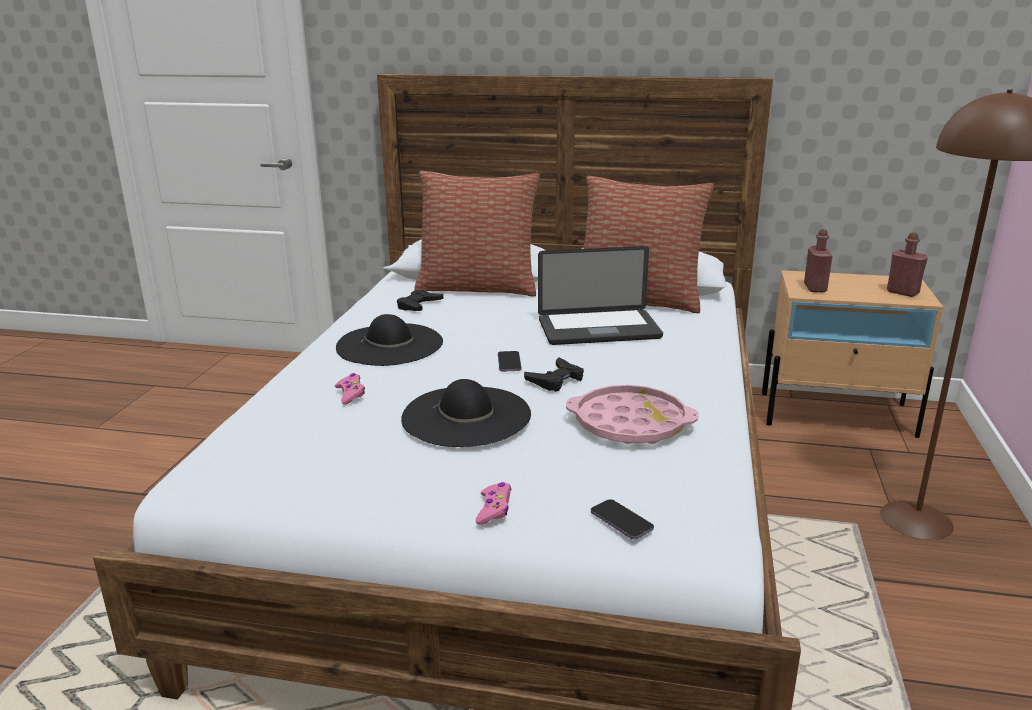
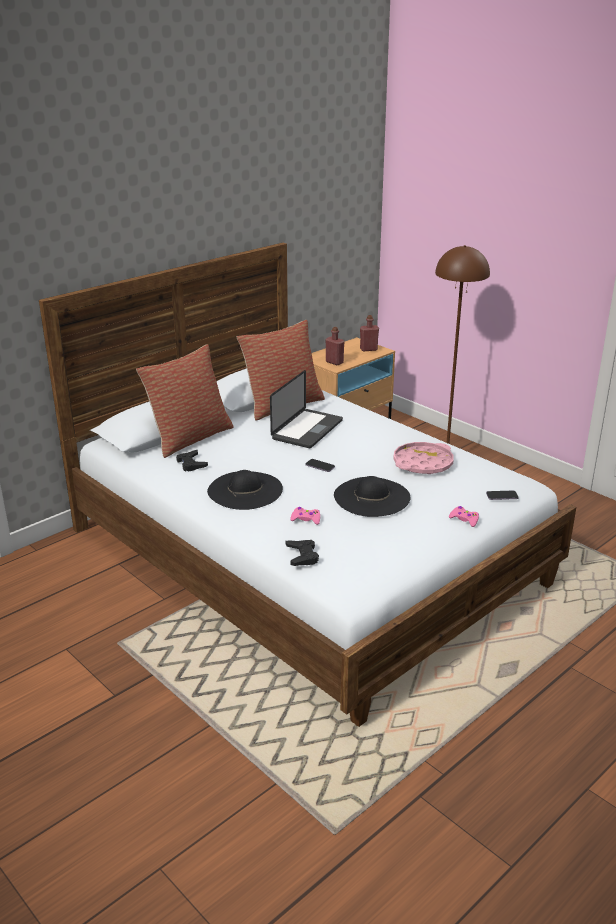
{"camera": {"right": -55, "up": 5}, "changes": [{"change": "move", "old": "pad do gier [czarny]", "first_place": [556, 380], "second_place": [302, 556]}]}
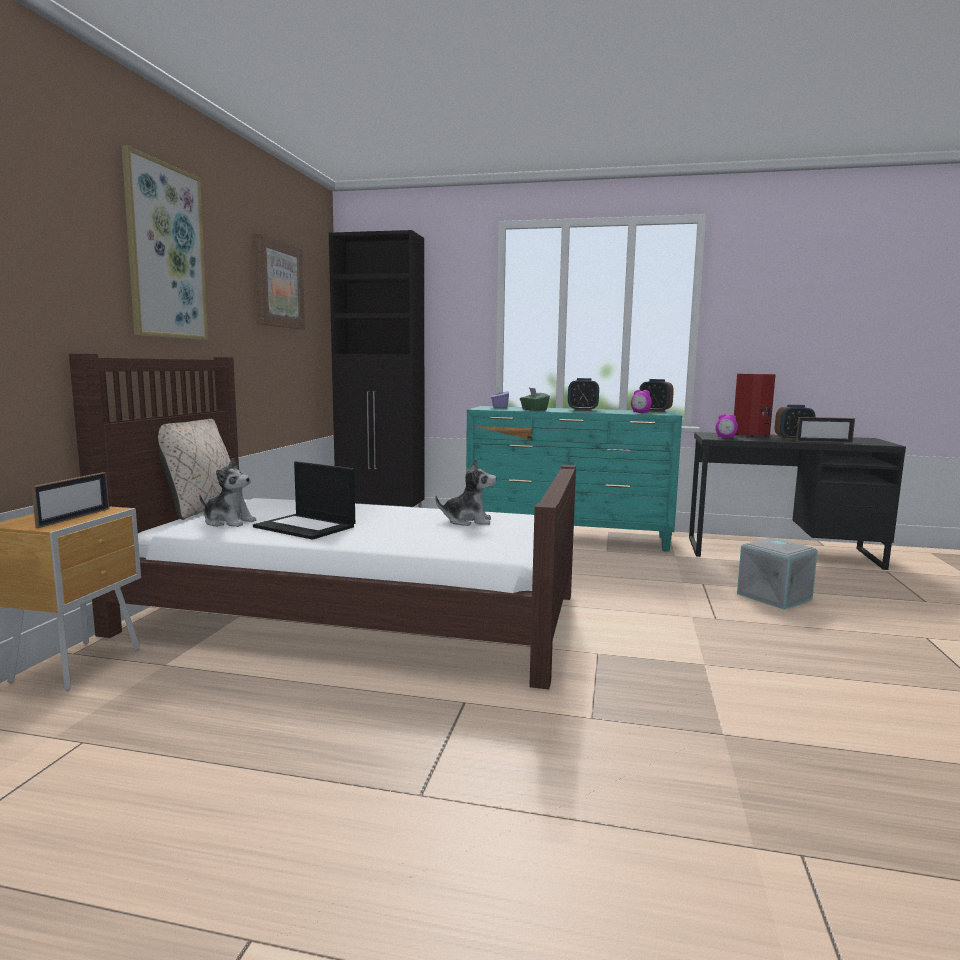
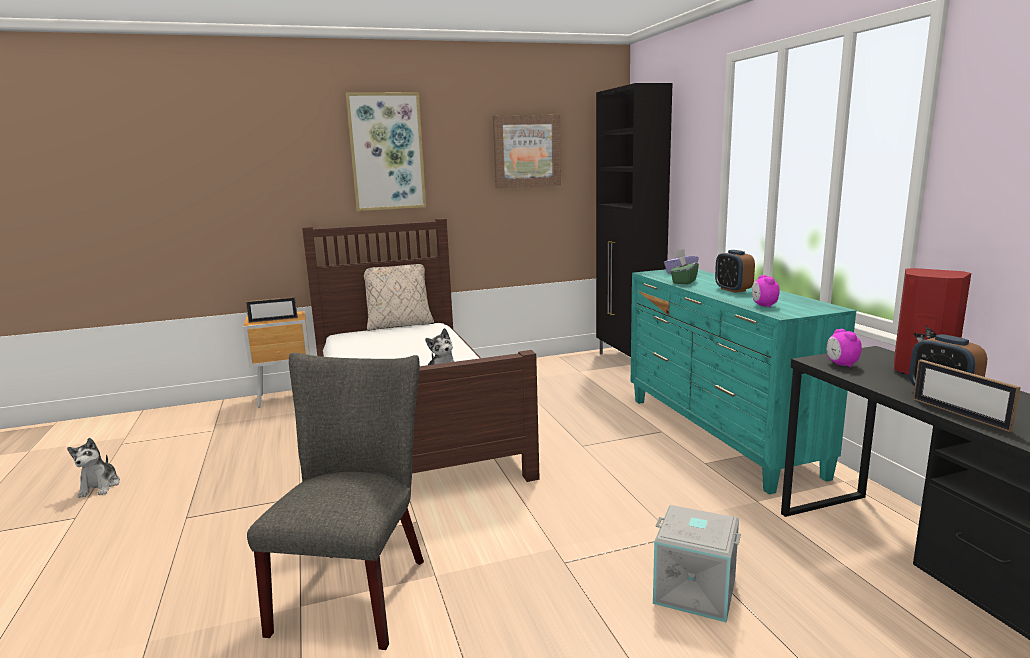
{"camera": {"right": 60, "up": 5}, "changes": [{"change": "delete", "old": "laptop", "first_place": [306, 527]}, {"change": "delete", "old": "budzik", "first_place": [654, 411]}, {"change": "insert", "new": "krzesło [szary]", "second_place": [356, 588]}, {"change": "move", "old": "pluszak", "first_place": [228, 522], "second_place": [100, 487]}]}
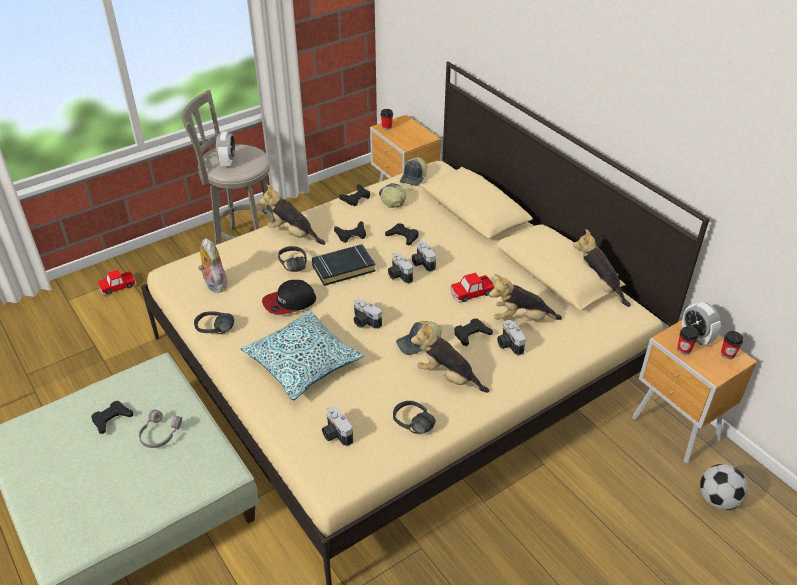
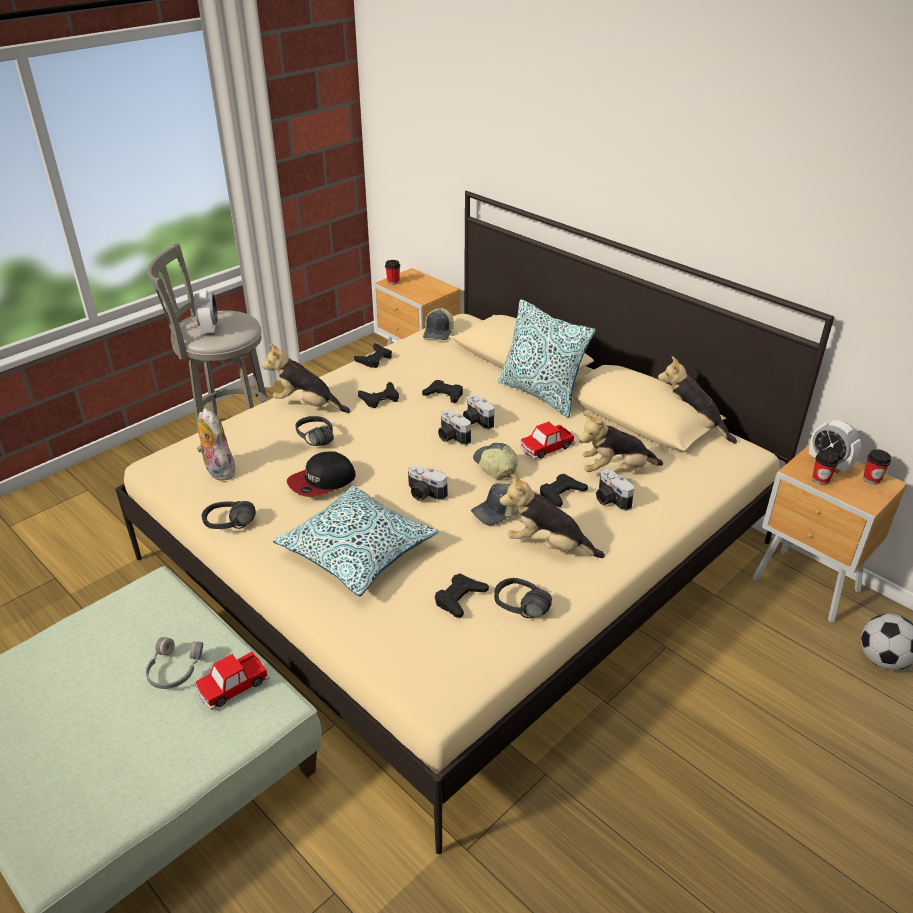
{"camera": {"right": -10, "up": -5}, "changes": [{"change": "delete", "old": "książka [czarny]", "first_place": [343, 268]}, {"change": "delete", "old": "aparat fotograficzny", "first_place": [335, 434]}, {"change": "insert", "new": "poduszka", "second_place": [541, 394]}, {"change": "move", "old": "pad do gier [czarny]", "first_place": [112, 419], "second_place": [459, 598]}, {"change": "move", "old": "samochodzik", "first_place": [117, 286], "second_place": [233, 686]}, {"change": "move", "old": "czapka z daszkiem", "first_place": [391, 199], "second_place": [494, 466]}]}
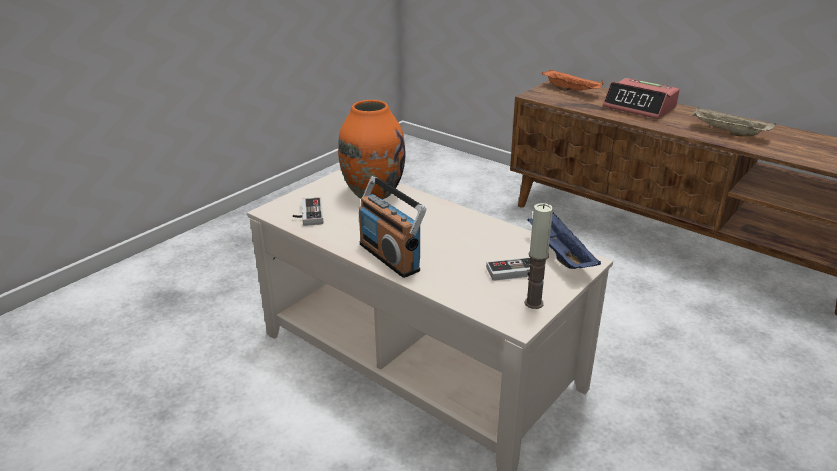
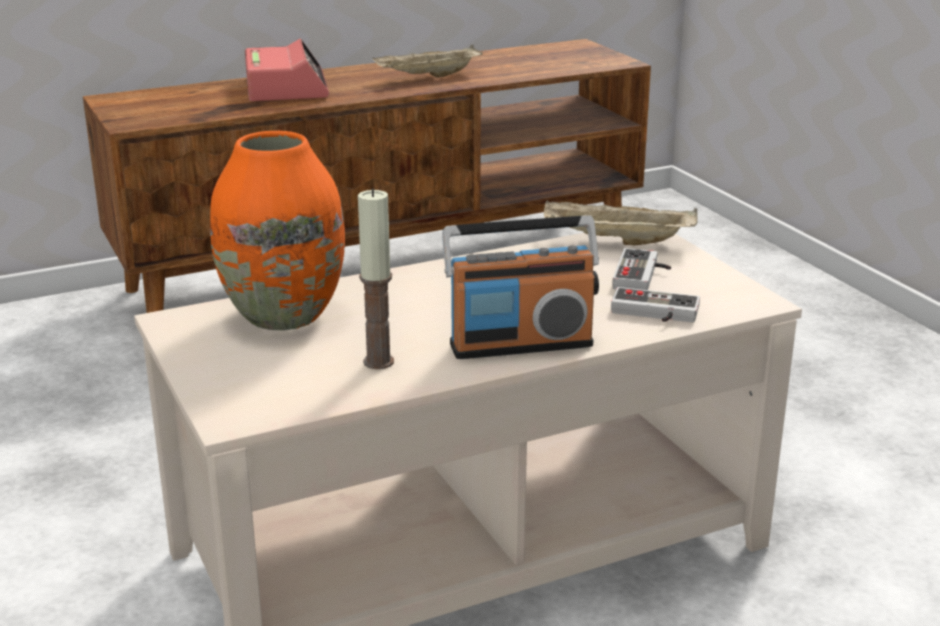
{"camera": {"right": -65, "up": -5}, "changes": [{"change": "delete", "old": "taca [pomarańczowy]", "first_place": [571, 91]}, {"change": "move", "old": "pad do gier", "first_place": [307, 214], "second_place": [653, 314]}, {"change": "move", "old": "świeca", "first_place": [533, 303], "second_place": [378, 362]}, {"change": "recolor", "old": "taca [niebieski]", "new": "taca [beżowy]", "first_place": [559, 255], "second_place": [615, 241]}, {"change": "rotate", "old": "budzik", "first_place": [640, 107], "second_place": [286, 88], "degrees": -75}]}
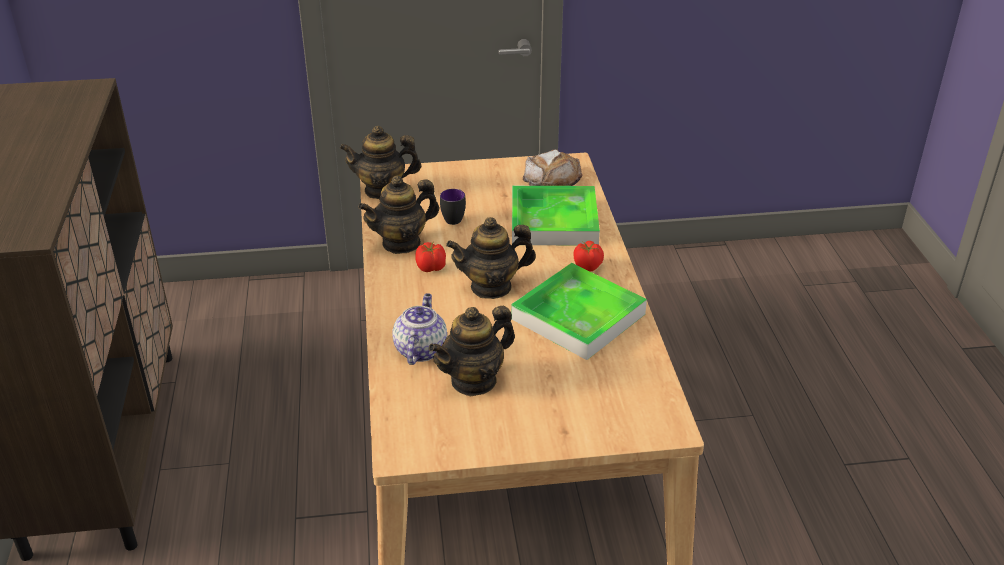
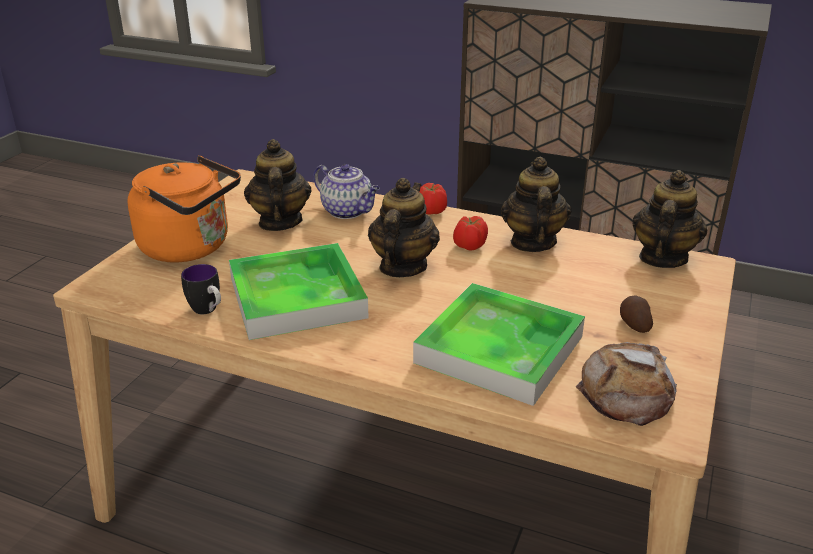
{"camera": {"right": 120, "up": -5}, "changes": [{"change": "insert", "new": "czajnik [pomarańczowy]", "second_place": [190, 248]}, {"change": "insert", "new": "ziemniak", "second_place": [634, 324]}, {"change": "move", "old": "kubek", "first_place": [455, 218], "second_place": [208, 311]}, {"change": "move", "old": "pomidor", "first_place": [588, 266], "second_place": [430, 211]}]}
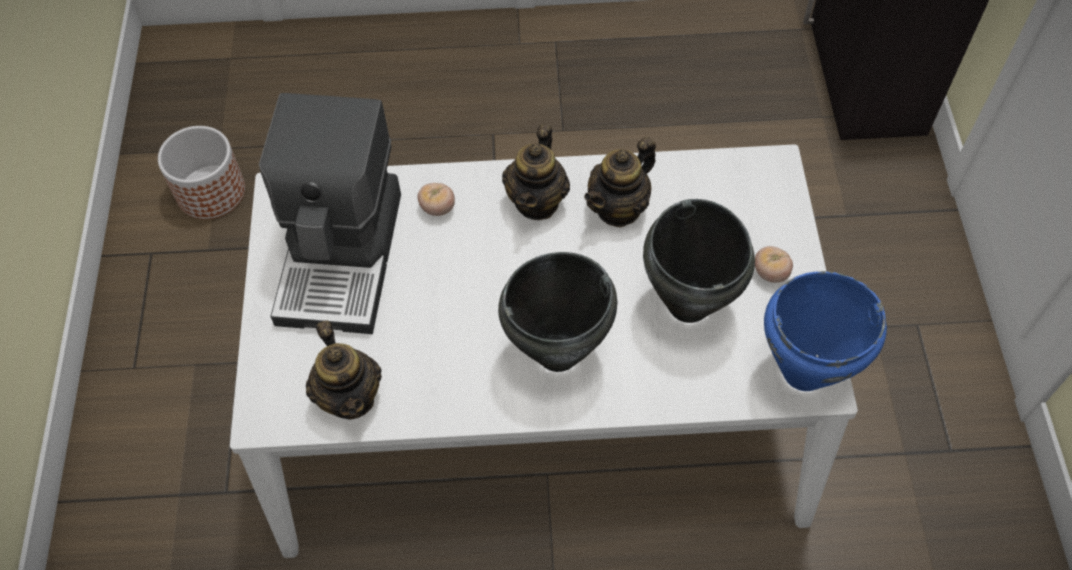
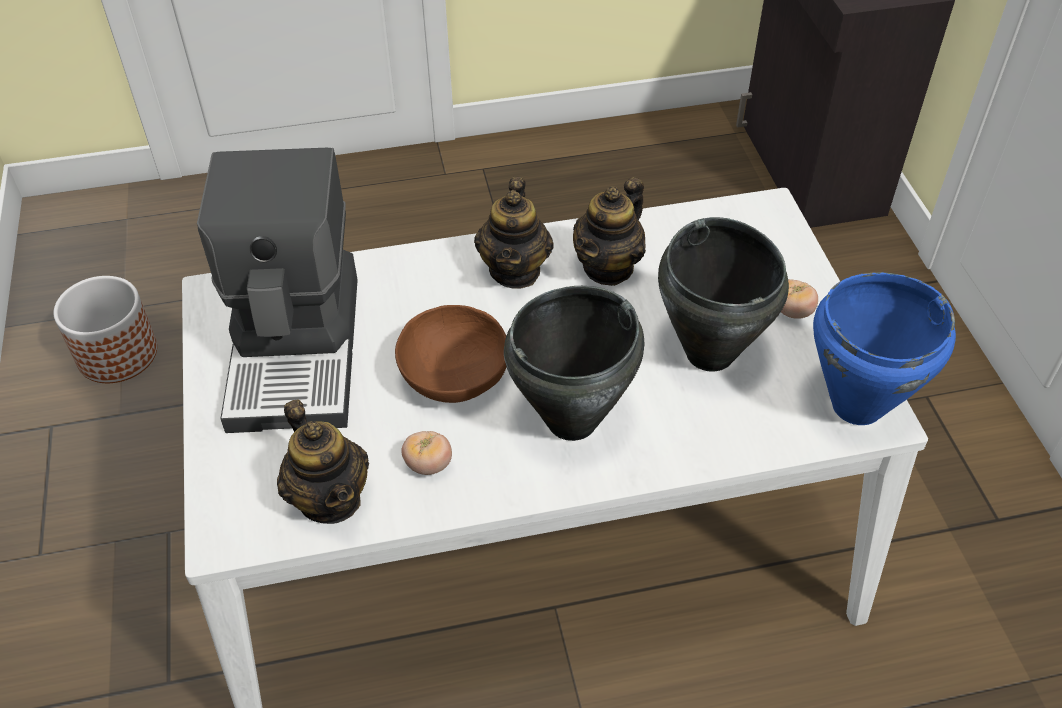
{"camera": {"right": -10, "up": -10}, "changes": [{"change": "insert", "new": "miska [brązowy]", "second_place": [453, 376]}, {"change": "move", "old": "pomidor", "first_place": [437, 208], "second_place": [428, 464]}]}
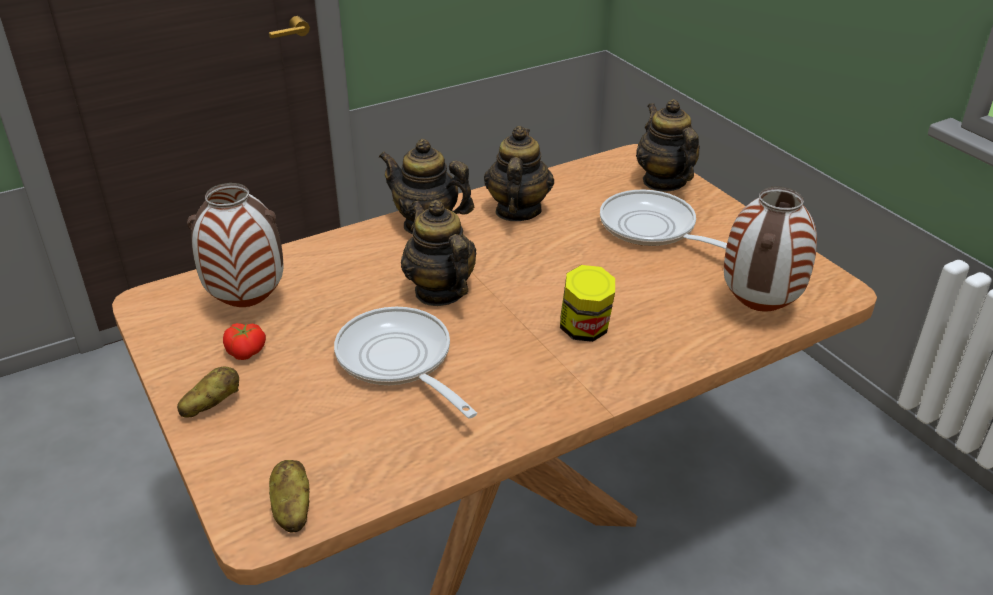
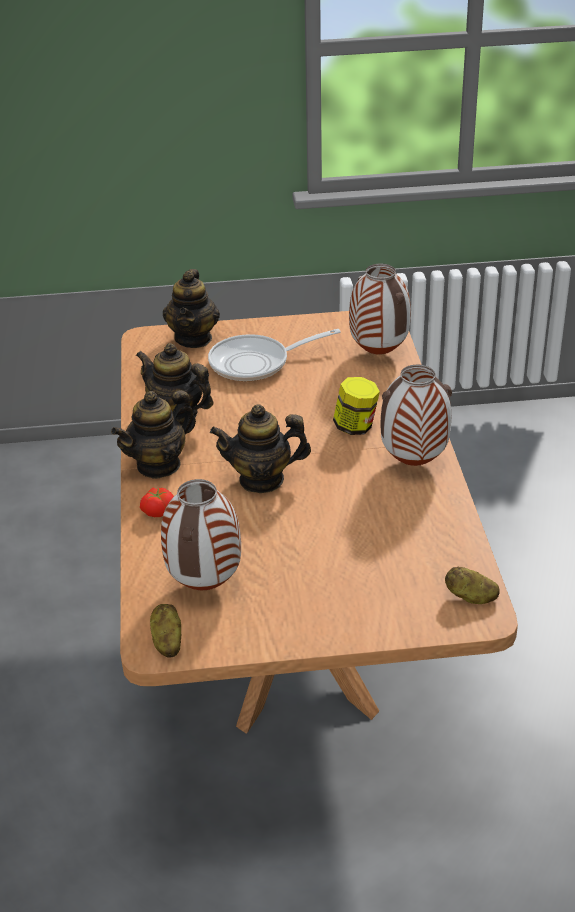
{"camera": {"right": -65, "up": 0}, "changes": [{"change": "delete", "old": "patelnia", "first_place": [399, 361]}, {"change": "insert", "new": "wazon", "second_place": [413, 464]}, {"change": "move", "old": "ziemniak", "first_place": [211, 405], "second_place": [167, 642]}, {"change": "move", "old": "pomidor", "first_place": [247, 351], "second_place": [159, 510]}, {"change": "rotate", "old": "imbryk", "first_place": [664, 181], "second_place": [193, 338], "degrees": -90}]}
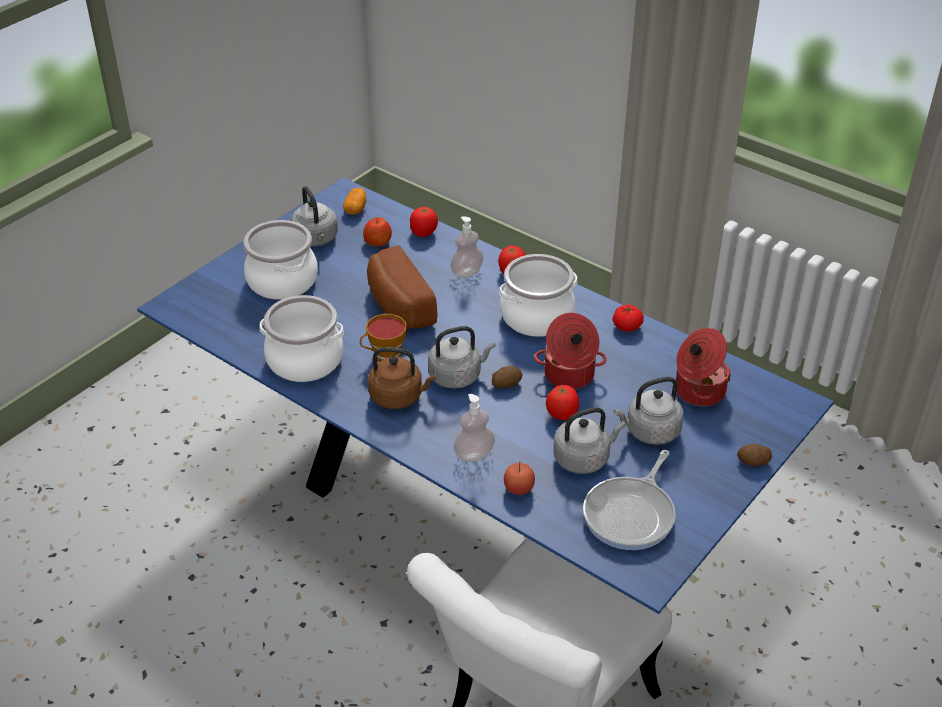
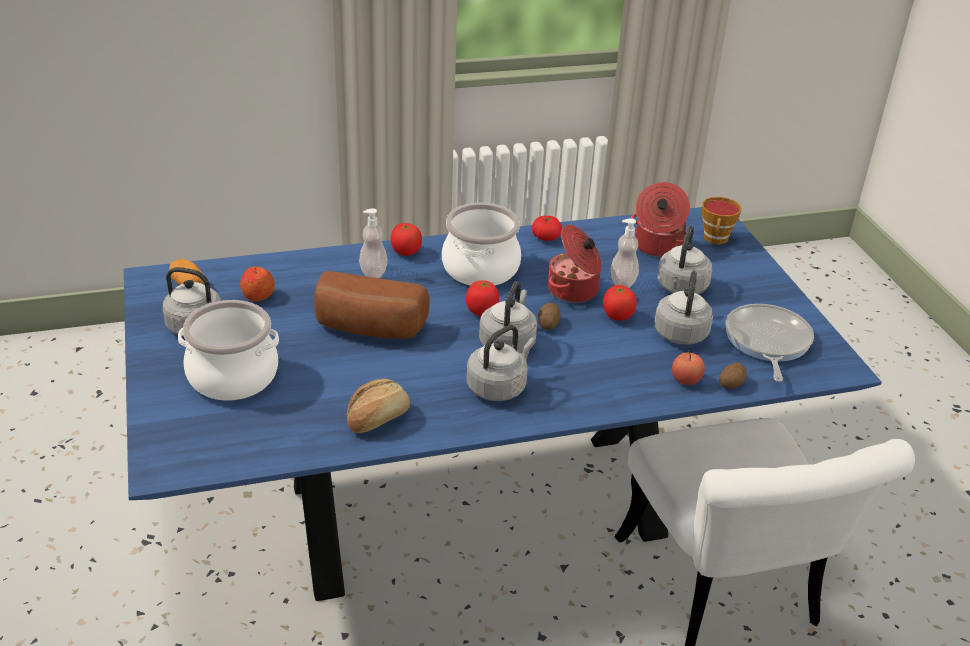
{"camera": {"right": -55, "up": -5}, "changes": [{"change": "move", "old": "filiżanka", "first_place": [384, 357], "second_place": [716, 239]}, {"change": "move", "old": "pomidor", "first_place": [423, 233], "second_place": [482, 312]}, {"change": "move", "old": "dozownik mydła", "first_place": [474, 454], "second_place": [623, 282]}, {"change": "move", "old": "ziemniak", "first_place": [753, 462], "second_place": [731, 384]}, {"change": "replace", "old": "garnek", "new": "chleb", "first_place": [304, 361], "second_place": [377, 418]}, {"change": "recolor", "old": "czajnik [brązowy]", "new": "czajnik [szary]", "first_place": [399, 397], "second_place": [498, 387]}, {"change": "rotate", "old": "patelnia", "first_place": [631, 514], "second_place": [766, 342], "degrees": -150}]}
